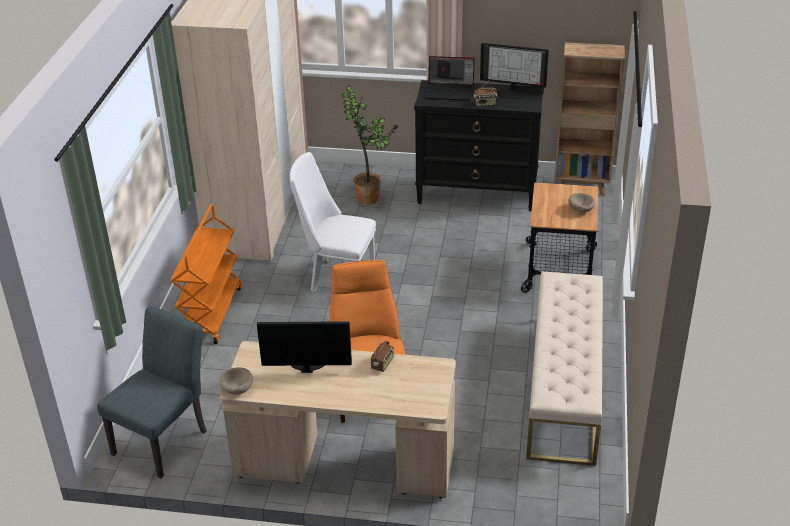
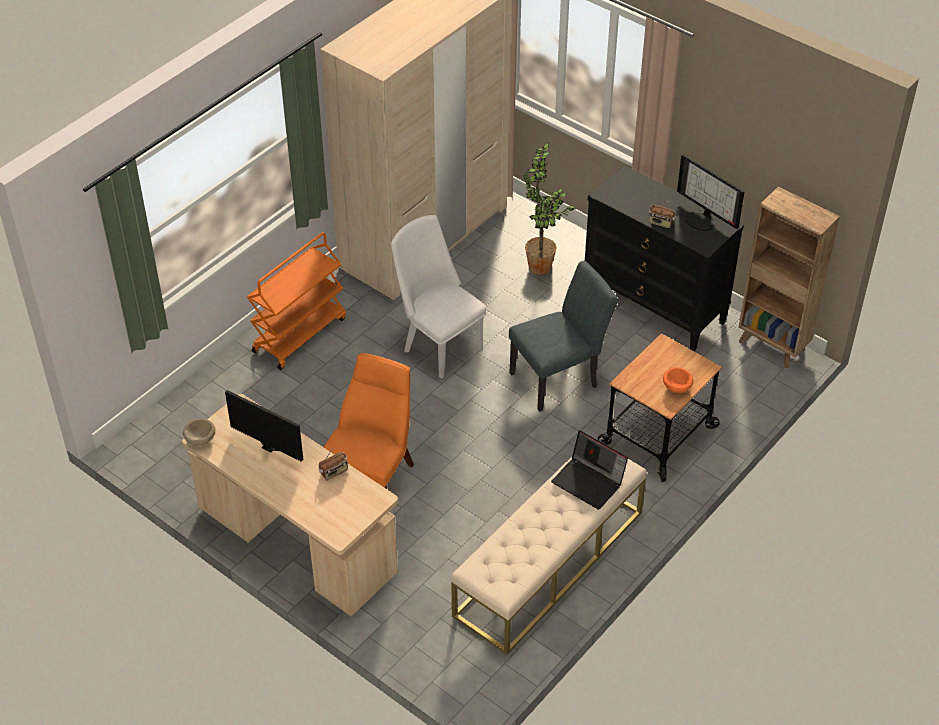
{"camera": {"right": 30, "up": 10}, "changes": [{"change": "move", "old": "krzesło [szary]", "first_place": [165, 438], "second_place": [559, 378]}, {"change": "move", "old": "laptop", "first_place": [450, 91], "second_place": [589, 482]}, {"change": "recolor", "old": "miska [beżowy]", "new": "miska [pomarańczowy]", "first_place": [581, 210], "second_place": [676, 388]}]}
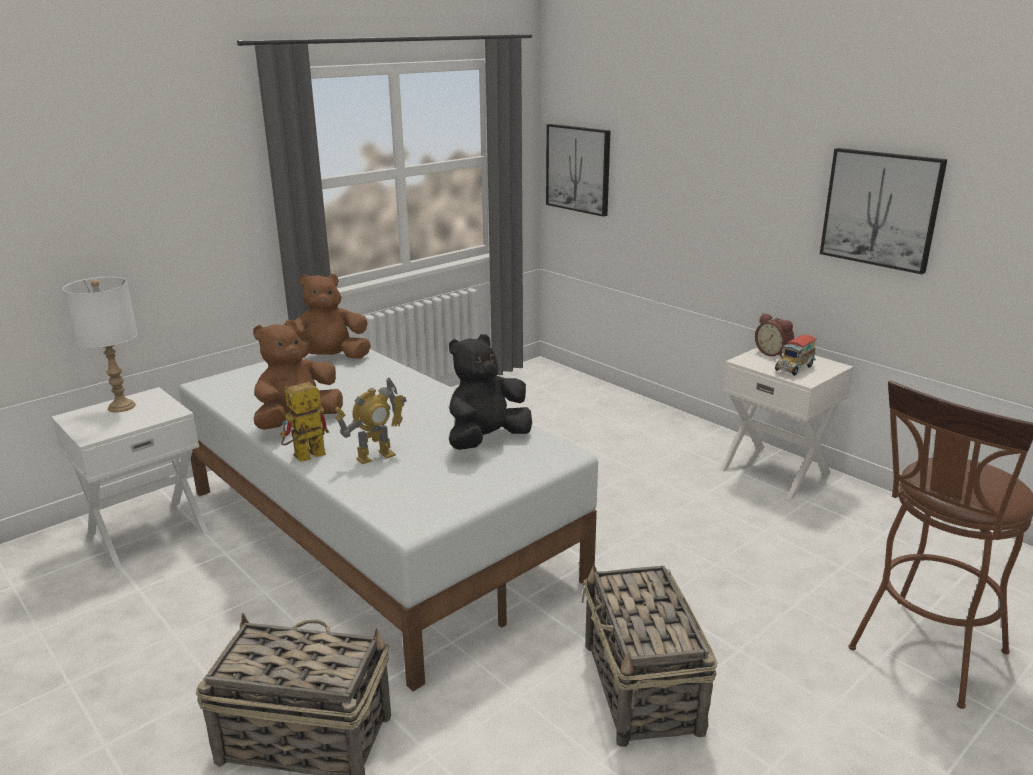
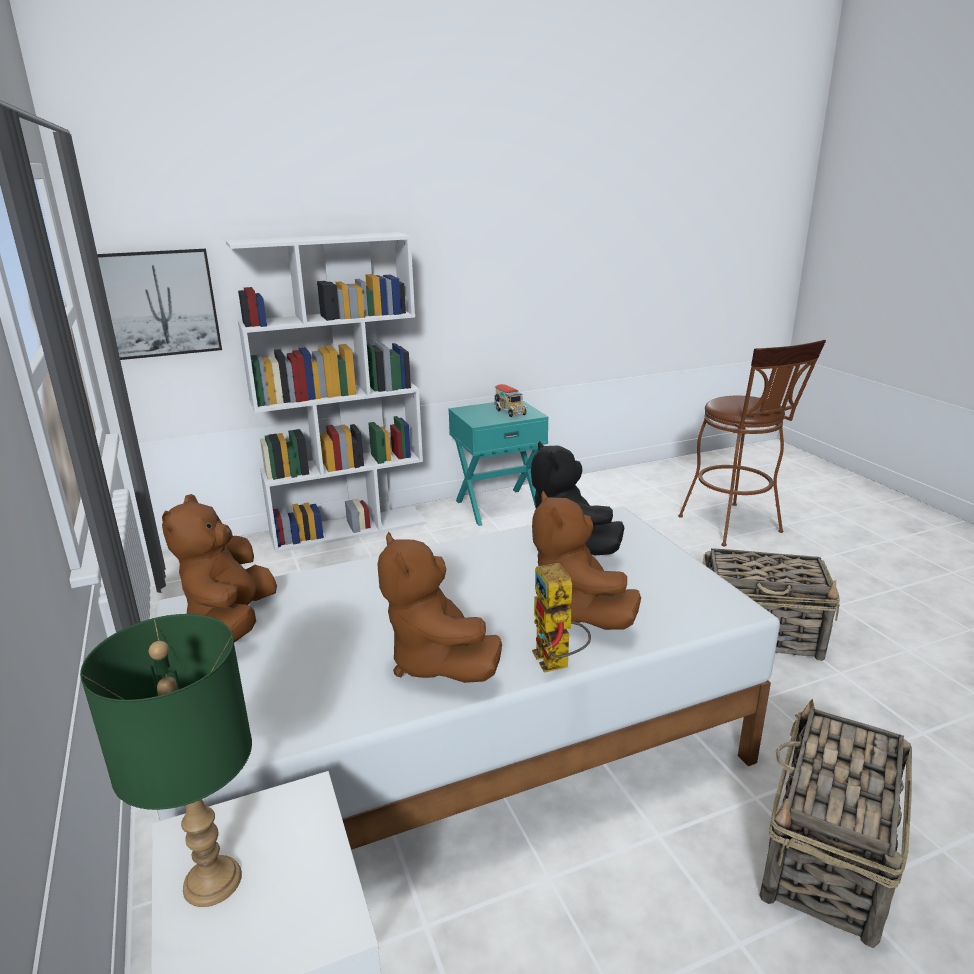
{"camera": {"right": -70, "up": 0}, "changes": [{"change": "delete", "old": "budzik", "first_place": [773, 353]}, {"change": "delete", "old": "obraz", "first_place": [881, 209]}, {"change": "insert", "new": "regał [biały]", "second_place": [349, 528]}, {"change": "replace", "old": "robot zabawkowy", "new": "pluszak [brązowy]", "first_place": [375, 456], "second_place": [576, 612]}, {"change": "recolor", "old": "lampa stołowa [biały]", "new": "lampa stołowa [zielony]", "first_place": [122, 407], "second_place": [213, 880]}, {"change": "recolor", "old": "szafka nocna [biały]", "new": "szafka nocna [turkusowy]", "first_place": [775, 471], "second_place": [497, 506]}]}
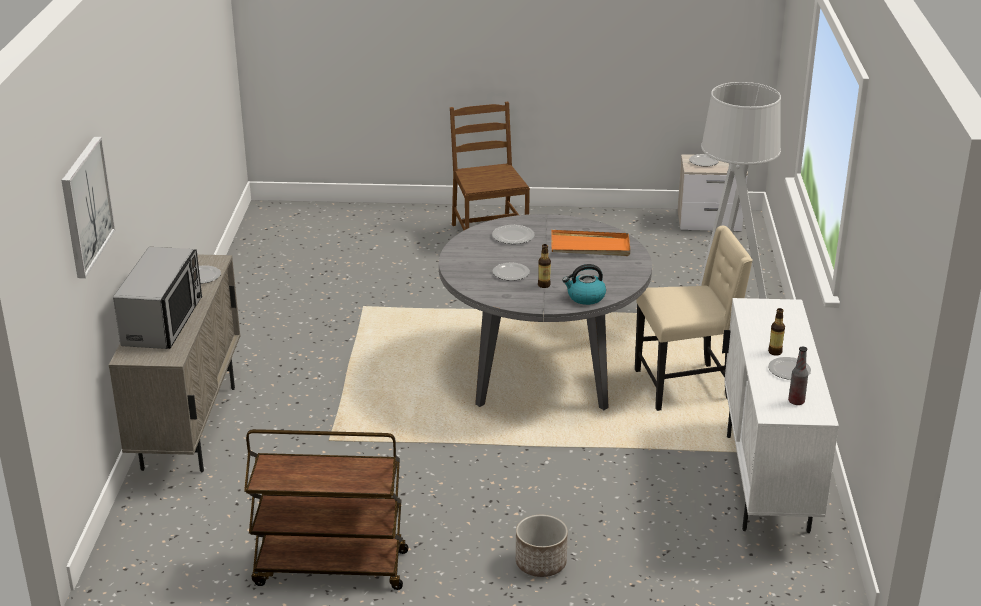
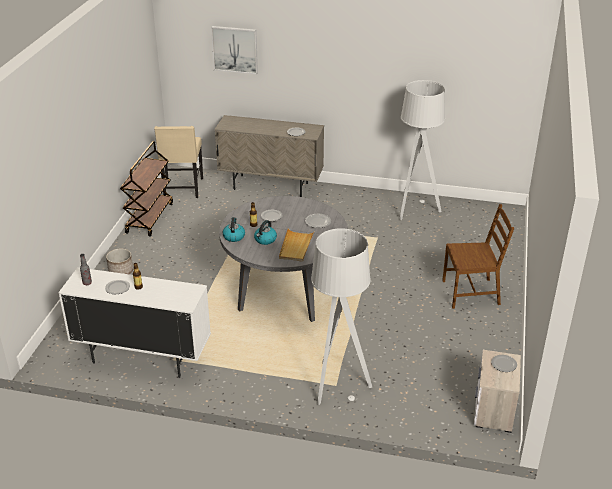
{"camera": {"right": 100, "up": 5}, "changes": [{"change": "delete", "old": "mikrofalówka", "first_place": [163, 321]}, {"change": "insert", "new": "czajnik", "second_place": [265, 240]}, {"change": "insert", "new": "lampa stojąca [szary]", "second_place": [415, 209]}, {"change": "move", "old": "krzesło [beżowy]", "first_place": [685, 386], "second_place": [182, 189]}, {"change": "recolor", "old": "taca [pomarańczowy]", "new": "taca [beżowy]", "first_place": [590, 247], "second_place": [296, 247]}]}
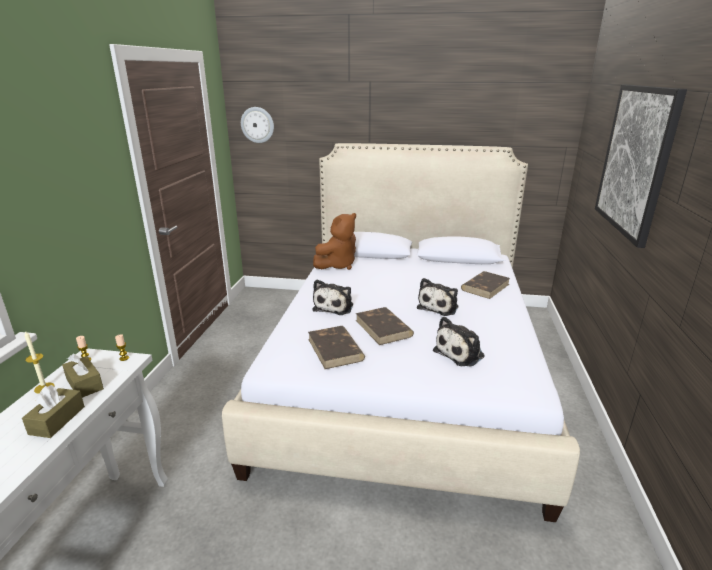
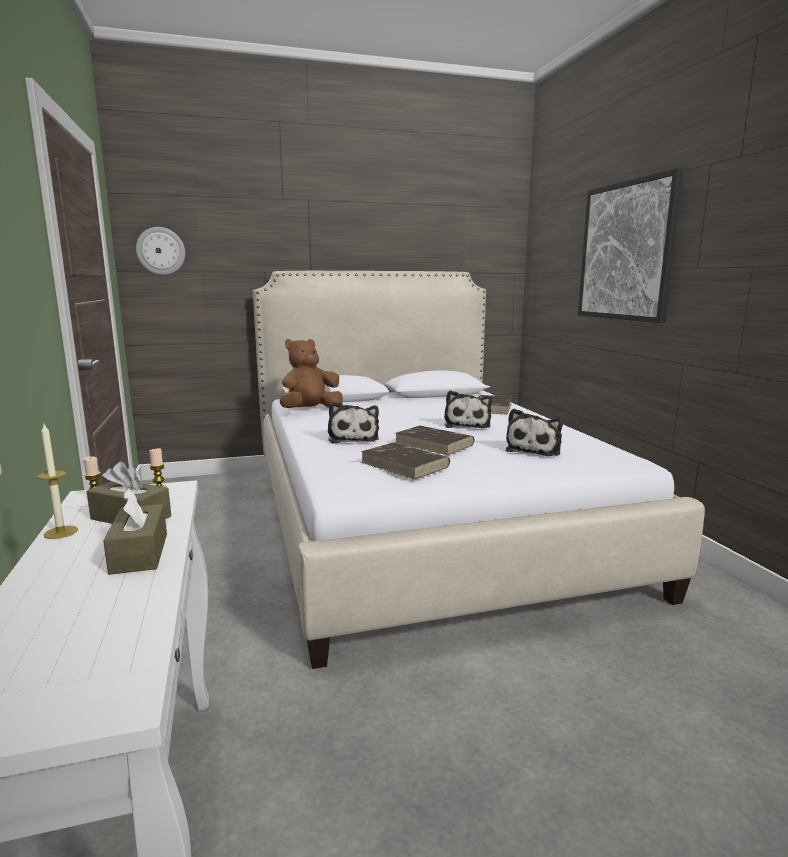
{"camera": {"right": -25, "up": -10}, "changes": [{"change": "rotate", "old": "pluszak [brązowy]", "first_place": [337, 265], "second_place": [310, 410], "degrees": -150}]}
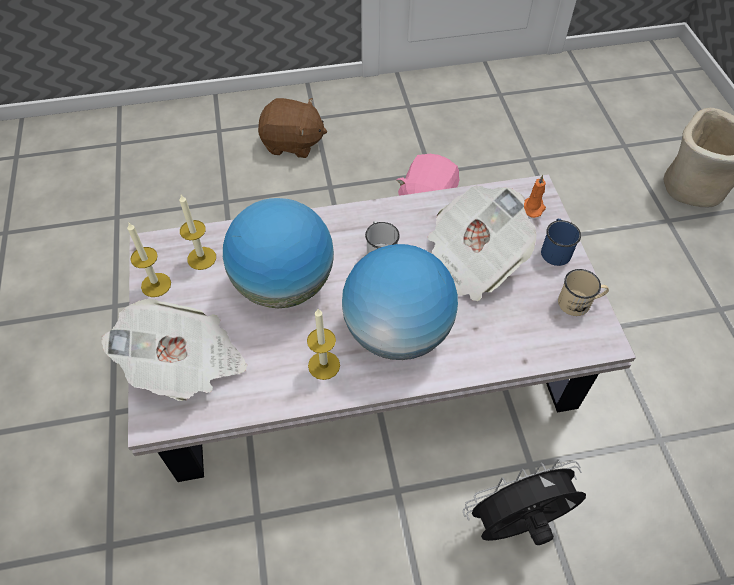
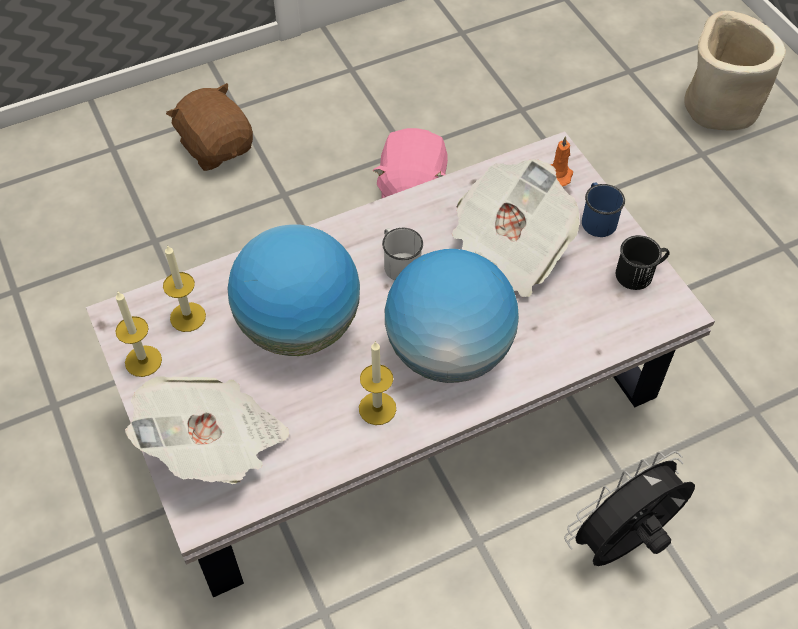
{"camera": {"right": -15, "up": 0}, "changes": [{"change": "recolor", "old": "kubek [beżowy]", "new": "kubek [czarny]", "first_place": [579, 303], "second_place": [639, 274]}, {"change": "rotate", "old": "pluszak [brązowy]", "first_place": [292, 143], "second_place": [217, 147], "degrees": -120}]}
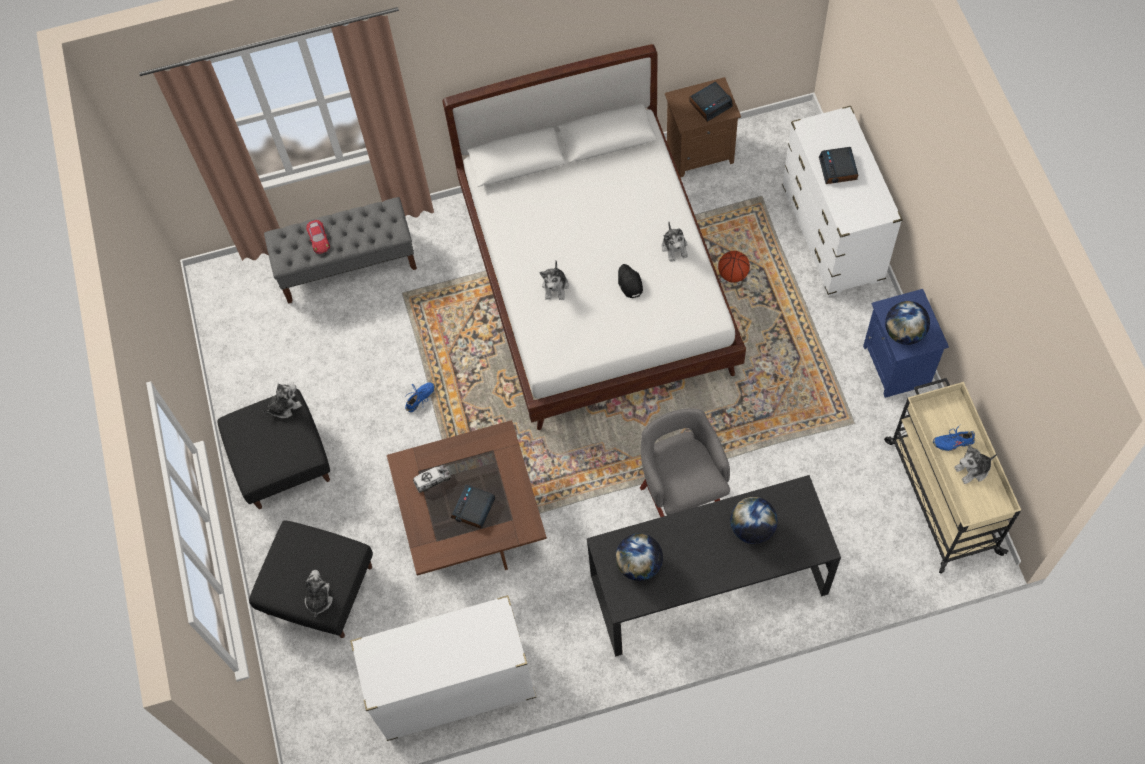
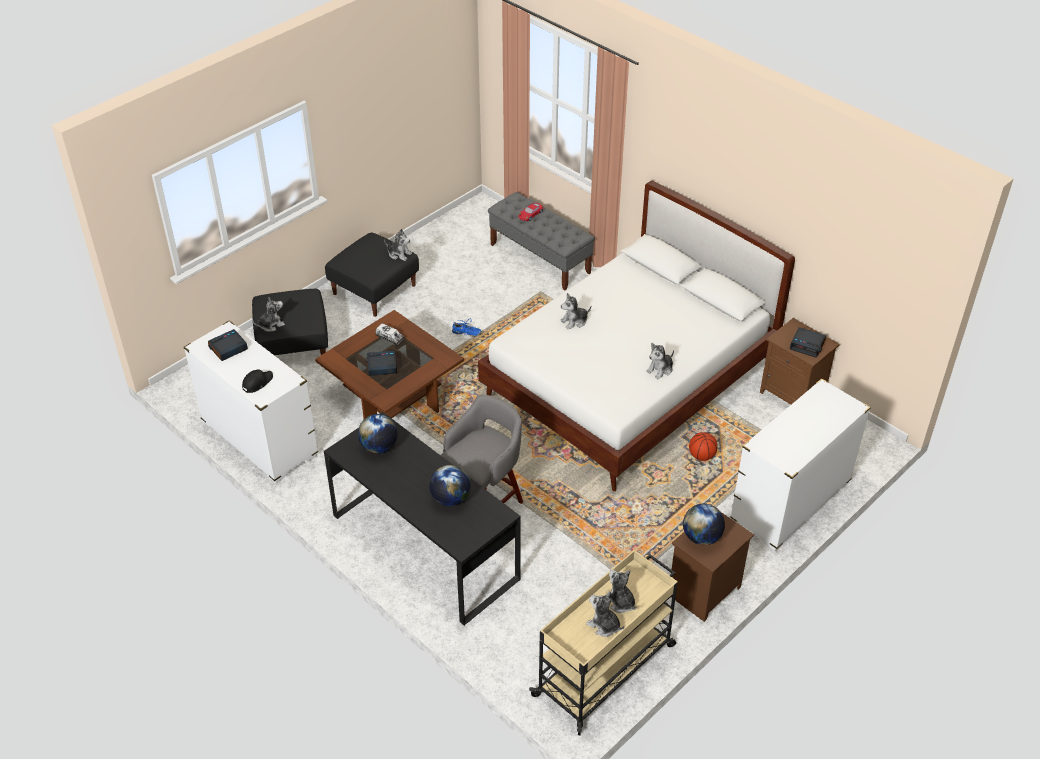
{"camera": {"right": 55, "up": -20}, "changes": [{"change": "move", "old": "czapka z daszkiem [czarny]", "first_place": [629, 283], "second_place": [257, 383]}, {"change": "move", "old": "budzik", "first_place": [838, 169], "second_place": [228, 348]}, {"change": "replace", "old": "but [niebieski]", "new": "pluszak", "first_place": [953, 442], "second_place": [620, 602]}, {"change": "recolor", "old": "szafka nocna [niebieski]", "new": "szafka nocna [brązowy]", "first_place": [898, 365], "second_place": [704, 592]}]}
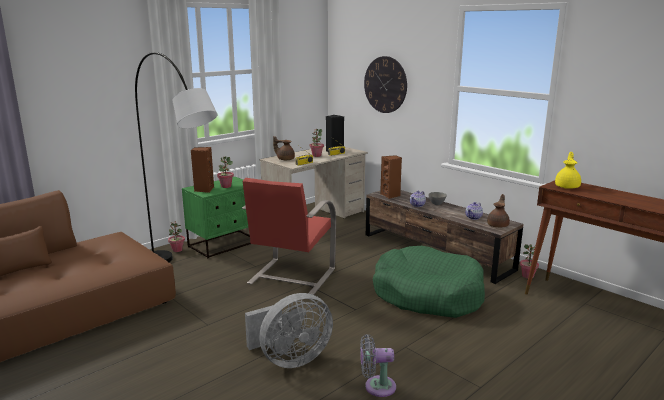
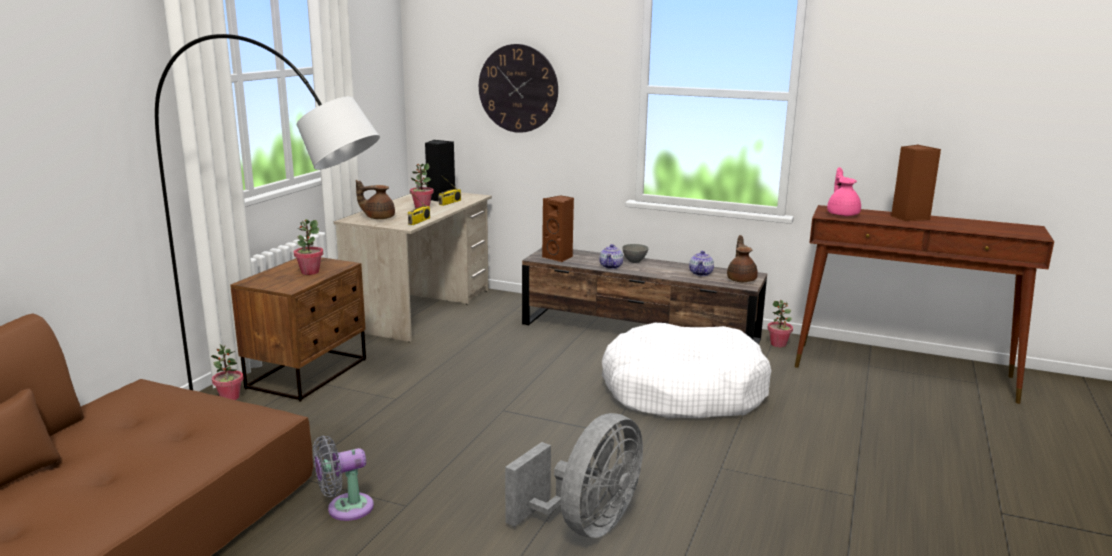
{"camera": {"right": -25, "up": 0}, "changes": [{"change": "delete", "old": "fotel [czerwony]", "first_place": [291, 276]}, {"change": "move", "old": "głośnik [brązowy]", "first_place": [204, 189], "second_place": [908, 217]}, {"change": "move", "old": "wentylator [szary]", "first_place": [376, 386], "second_place": [345, 509]}, {"change": "recolor", "old": "szafka nocna [zielony]", "new": "szafka nocna [brązowy]", "first_place": [225, 244], "second_place": [309, 373]}, {"change": "recolor", "old": "legowisko [zielony]", "new": "legowisko [biały]", "first_place": [427, 294], "second_place": [683, 391]}, {"change": "recolor", "old": "imbryk [żółty]", "new": "imbryk [różowy]", "first_place": [567, 186], "second_place": [842, 214]}]}
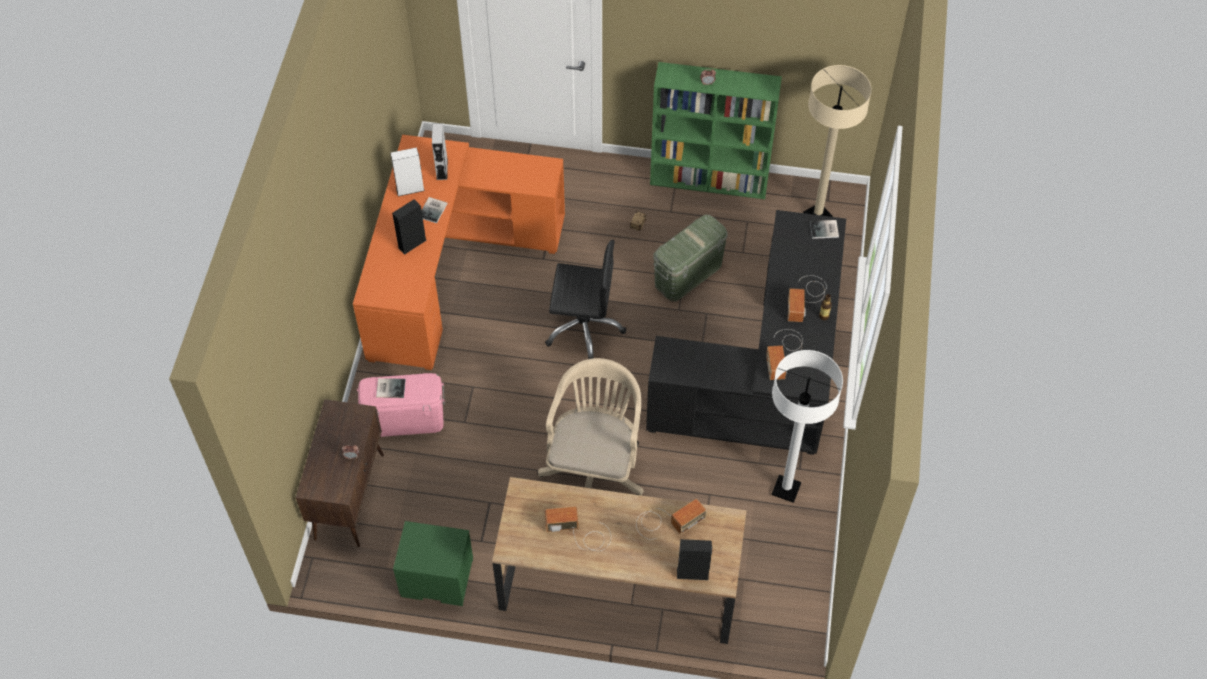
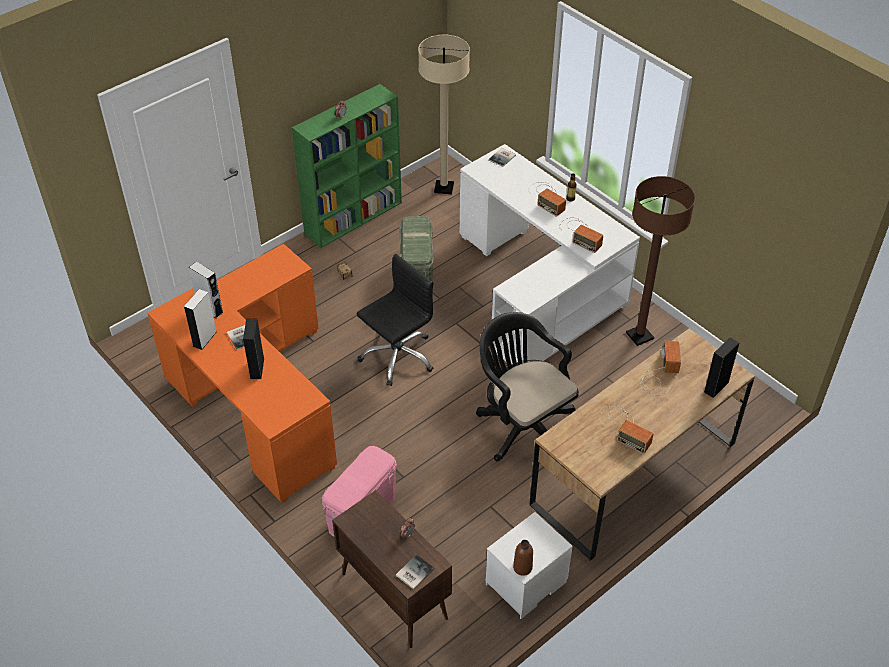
{"camera": {"right": -50, "up": -10}, "changes": [{"change": "insert", "new": "butelka [brązowy]", "second_place": [522, 567]}, {"change": "move", "old": "książka", "first_place": [390, 387], "second_place": [413, 572]}, {"change": "recolor", "old": "szafka nocna [zielony]", "new": "szafka nocna [biały]", "first_place": [436, 579], "second_place": [526, 584]}, {"change": "recolor", "old": "krzesło biurowe [beżowy]", "new": "krzesło biurowe [czarny]", "first_place": [595, 468], "second_place": [522, 425]}, {"change": "recolor", "old": "biurko [czarny]", "new": "biurko [biały]", "first_place": [766, 376], "second_place": [541, 289]}, {"change": "recolor", "old": "lampa stojąca [biały]", "new": "lampa stojąca [brązowy]", "first_place": [786, 489], "second_place": [639, 336]}, {"change": "rotate", "old": "radio", "first_place": [580, 532], "second_place": [624, 428], "degrees": -90}]}
